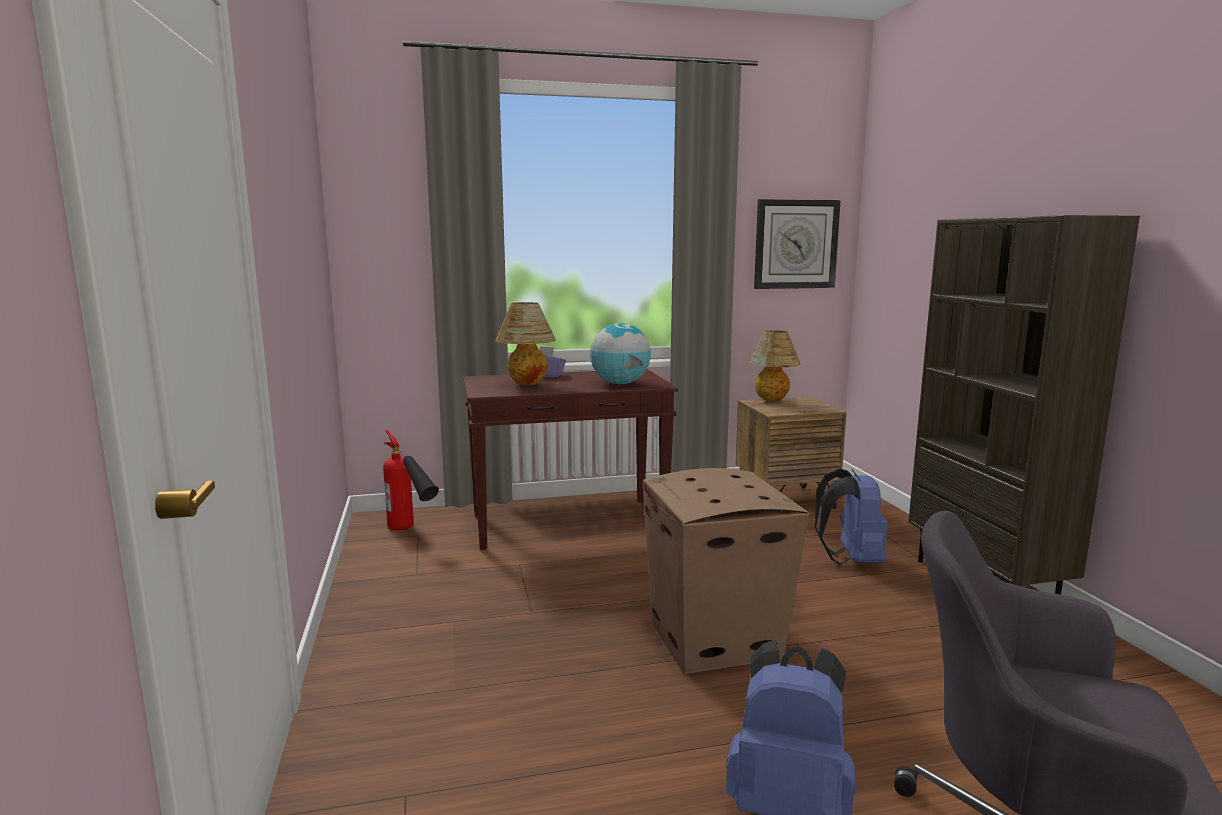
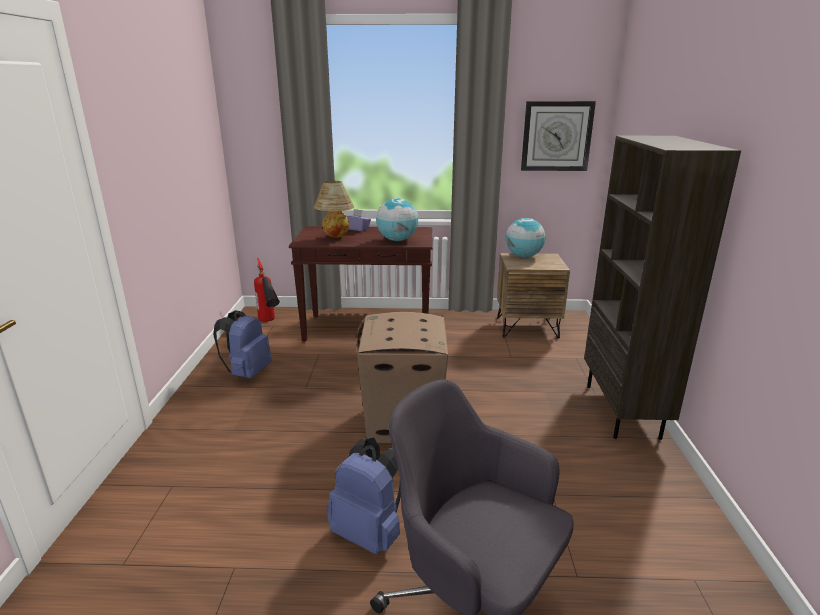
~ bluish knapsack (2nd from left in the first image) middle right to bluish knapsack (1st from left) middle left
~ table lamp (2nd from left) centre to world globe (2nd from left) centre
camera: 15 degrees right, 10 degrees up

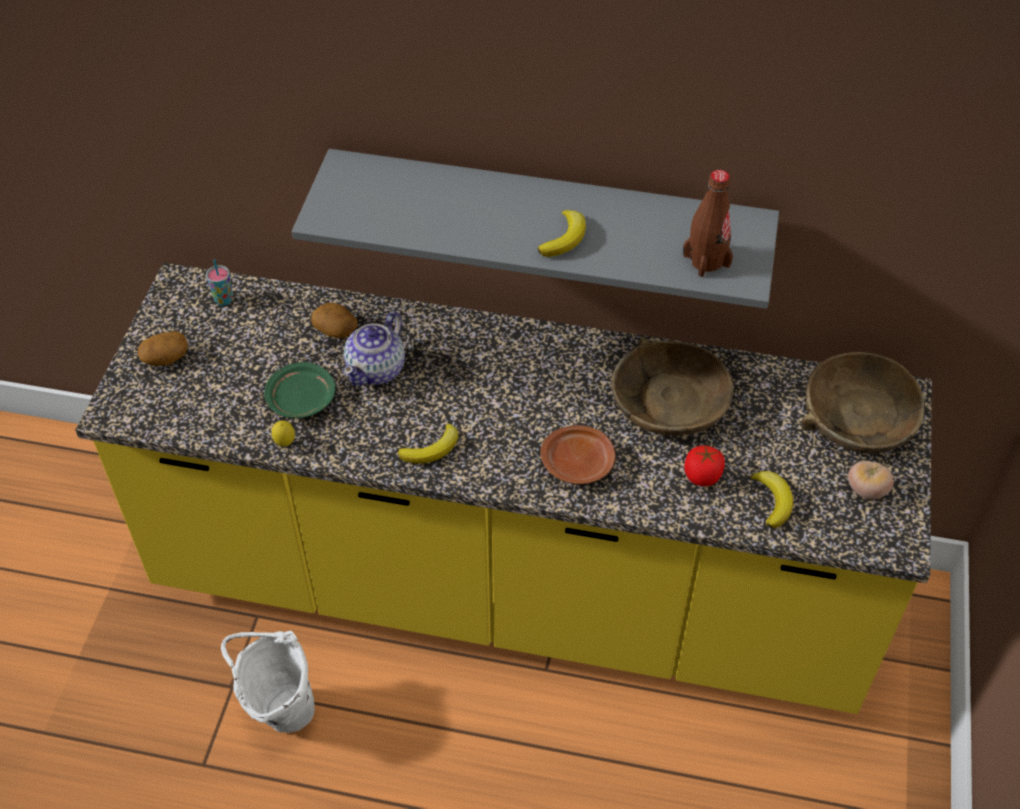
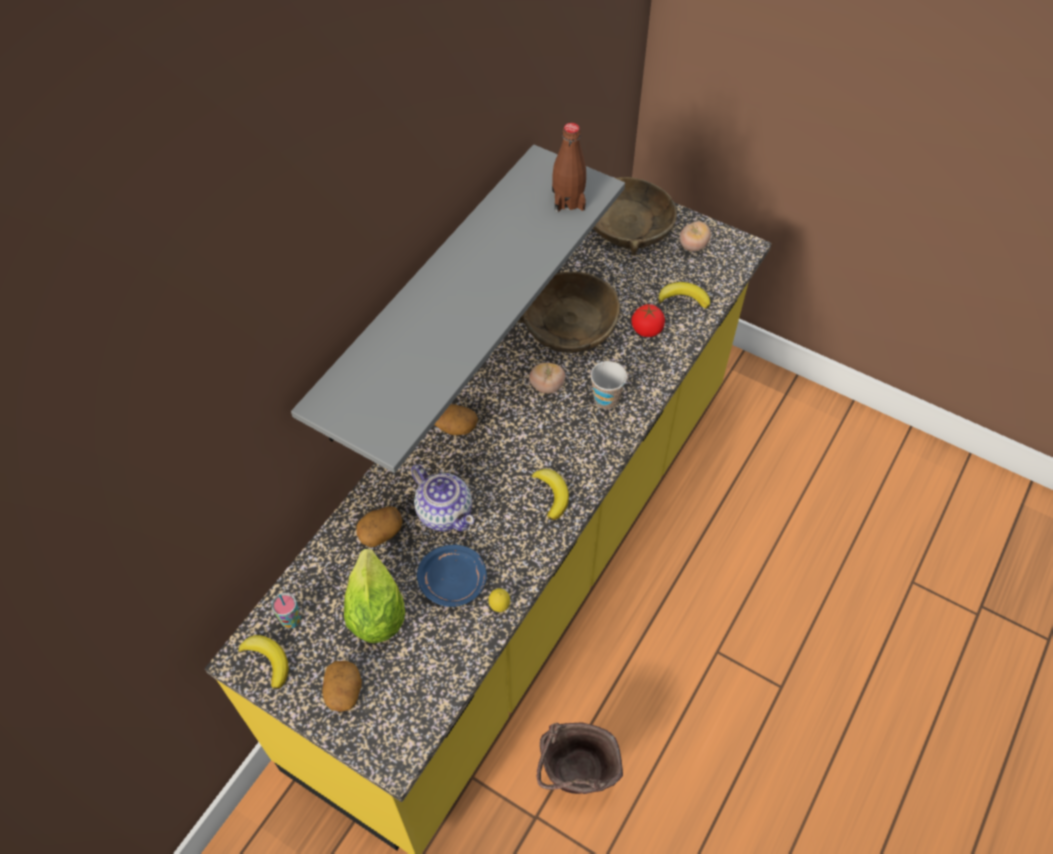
+ lettuce head bottom centre
+ spud (3rd from left) centre
+ fresh tomato (1st from left) centre
~ banana fruit (2nd from left in the first image) top centre to banana fruit (1st from left) bottom left
~ brown-coloured dinner plate centre to cup (2nd from left) centre
~ white-coloured bucket bottom left to brown-coloured bucket bottom centre
~ green-coloured dinner plate middle left to bluish dinner plate bottom centre
camera: 70 degrees left, 5 degrees up

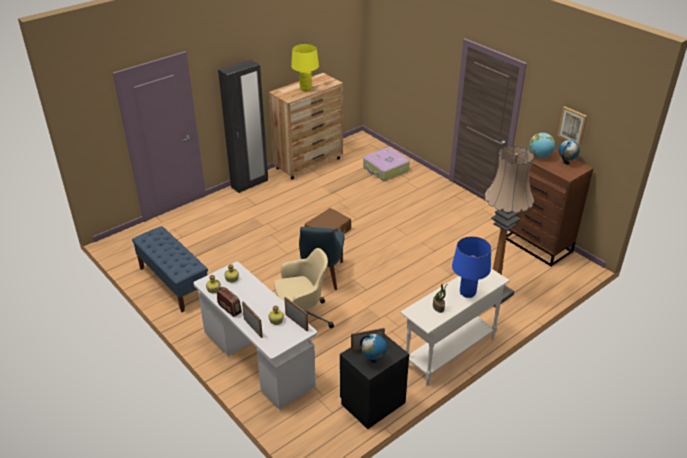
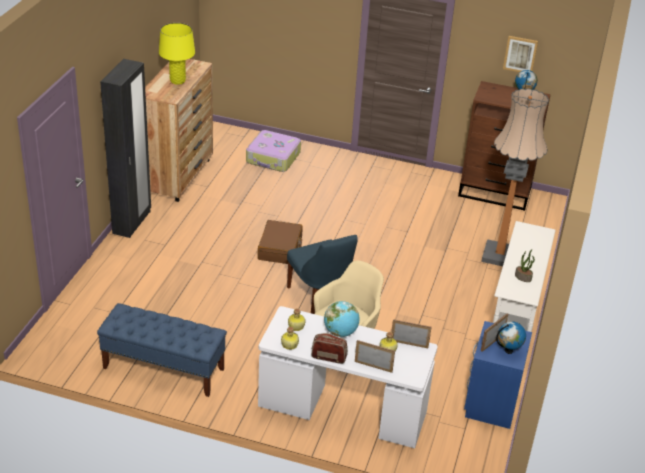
- bluish table lamp middle right
~ world globe (2nd from left in the first image) top right to world globe (1st from left) bottom centre
~ blackish nightstand bottom centre to bluish nightstand bottom right
camera: 35 degrees left, 0 degrees up

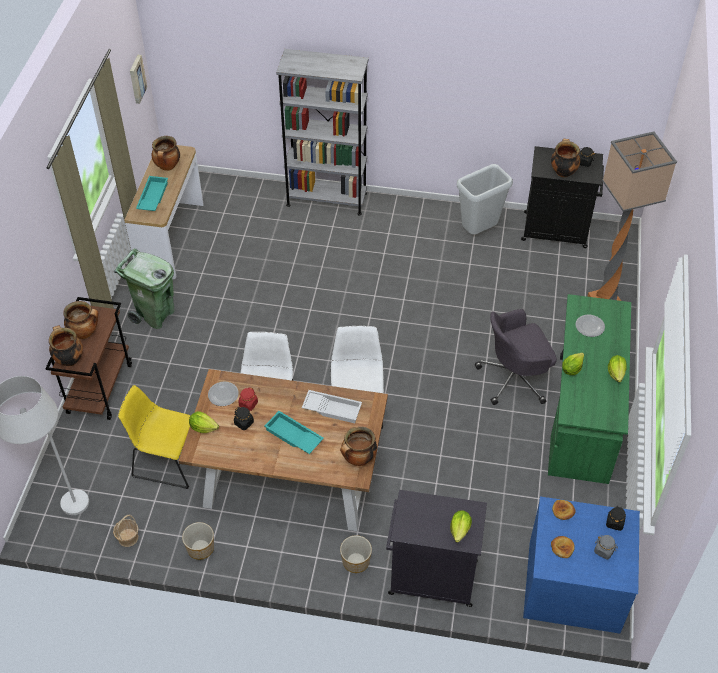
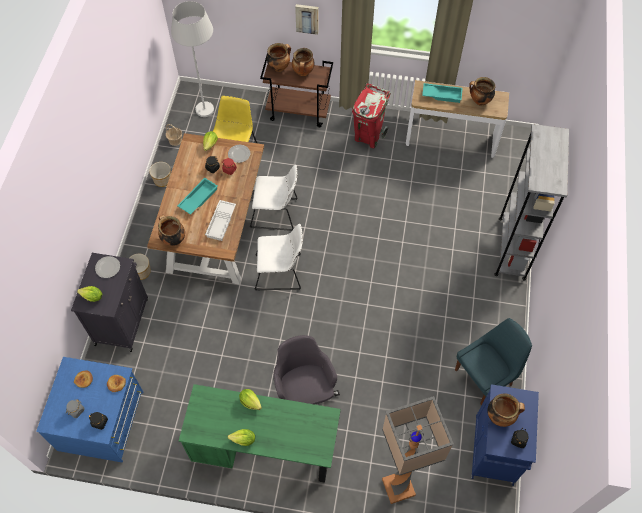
~ wall picture top left to top centre
~ dinner plate (2nd from left in the first image) middle right to dinner plate (1st from left) middle left
~ greyish waste bin top right to bluish chair bottom right
~ green-coloured waste bin middle left to red waste bin top centre
~ blackish cabinet (2nd from left) top right to bluish cabinet bottom right
camera: 90 degrees right, 10 degrees up

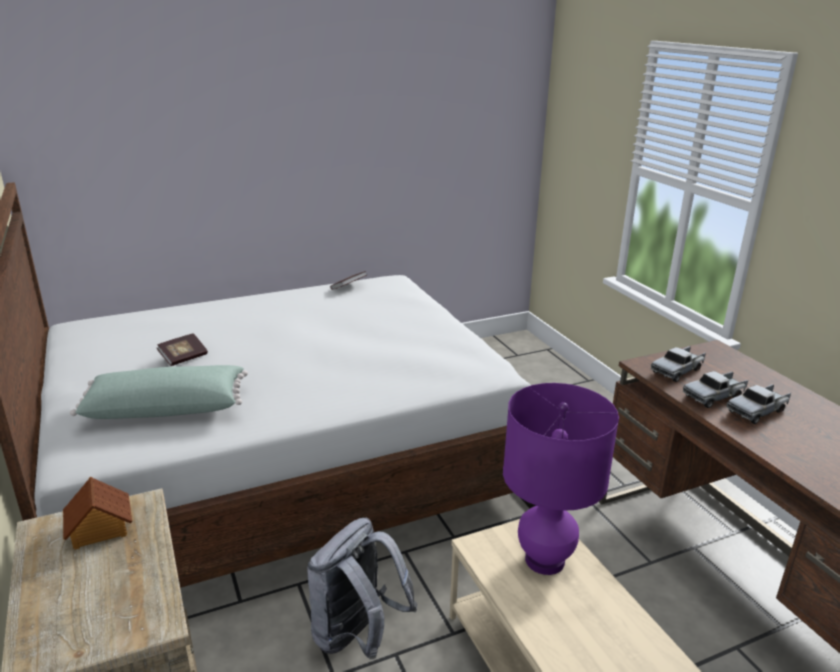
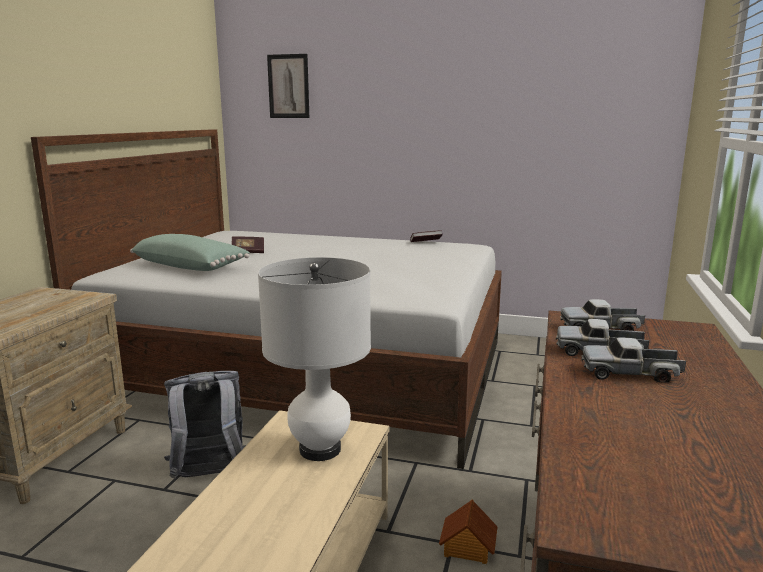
+ wall picture top centre
~ model house bottom left to bottom centre
~ purple table lamp bottom right to white-coloured table lamp centre
camera: 40 degrees right, 10 degrees down

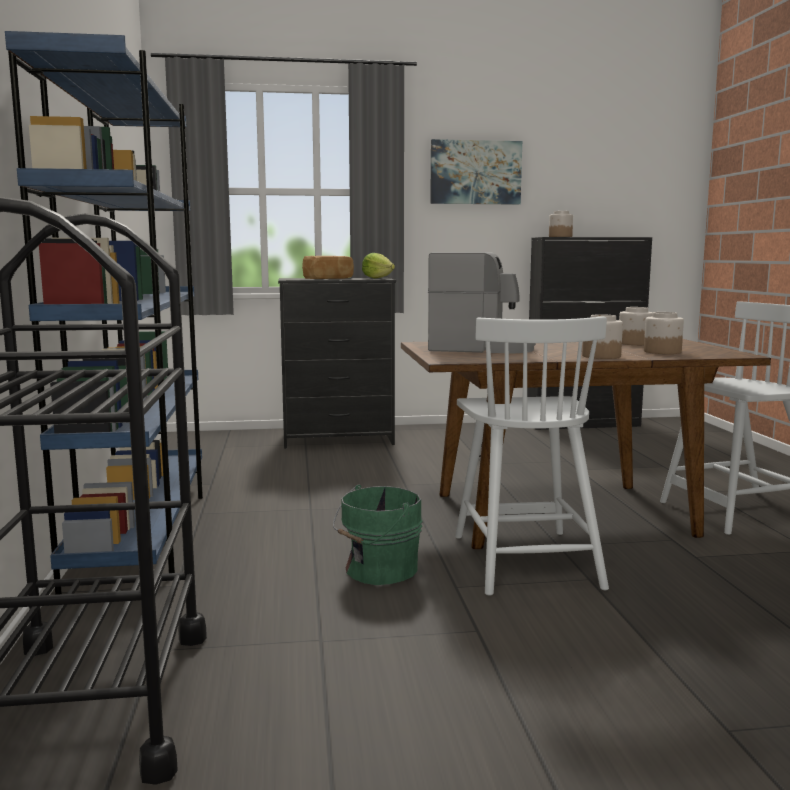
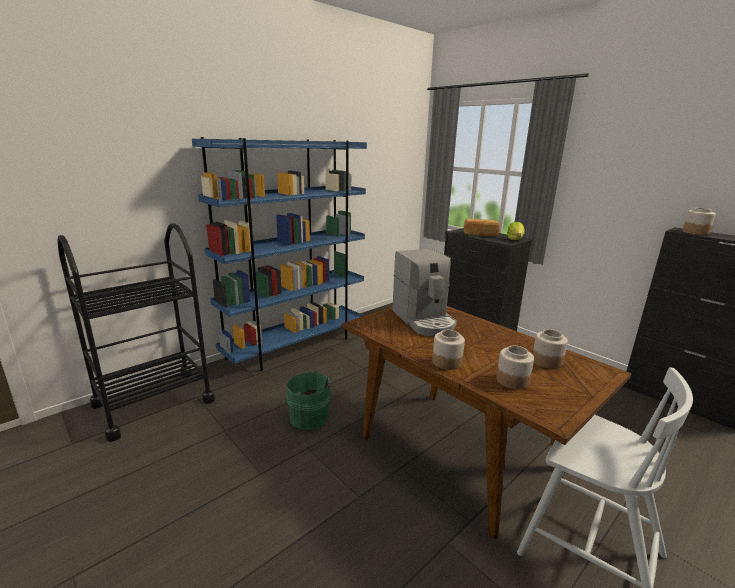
- wall picture top centre
- white-coloured chair (1st from left) middle right
camera: 55 degrees right, 10 degrees up

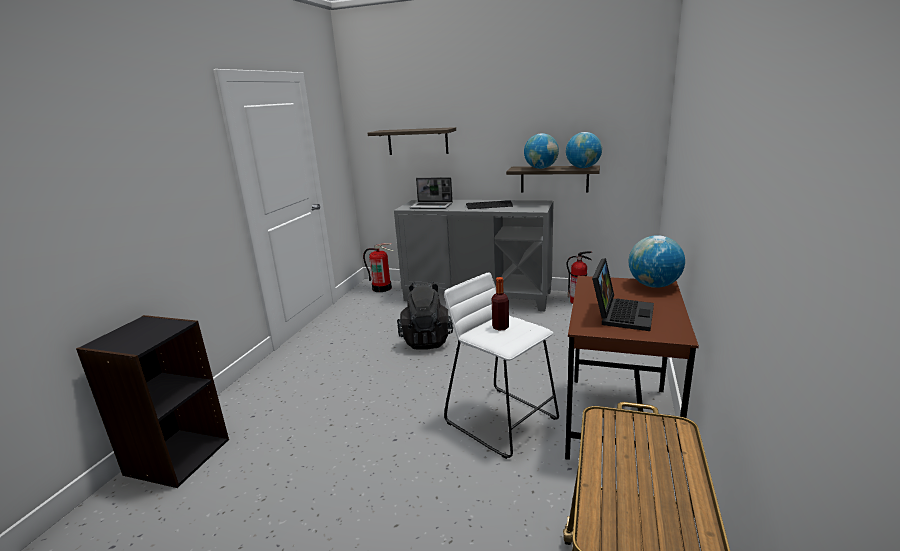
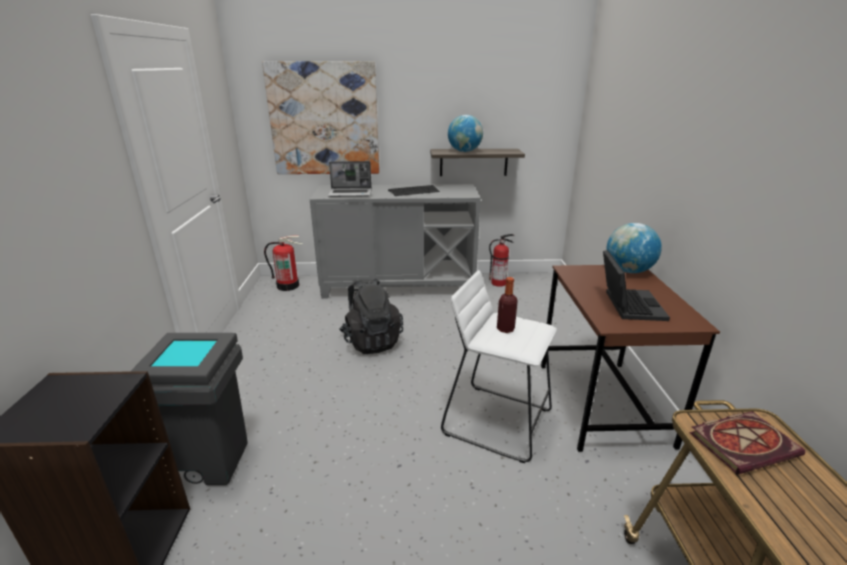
- world globe (2nd from left) top centre
+ greyish waste bin bottom left
+ book bottom right
~ bracket shelf (1st from left) top centre to wall picture top centre
camera: 20 degrees left, 5 degrees up

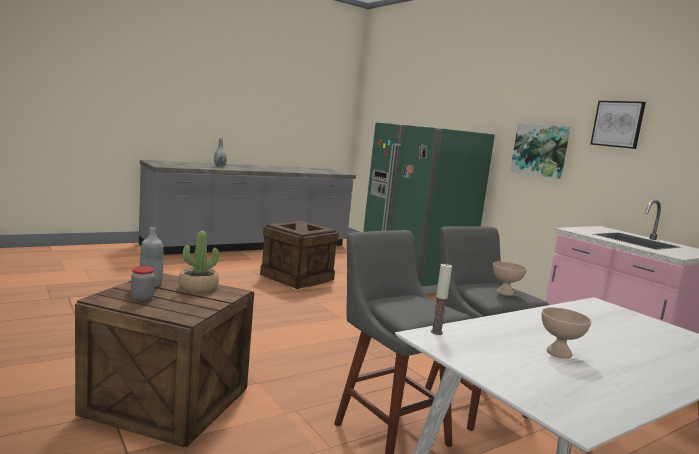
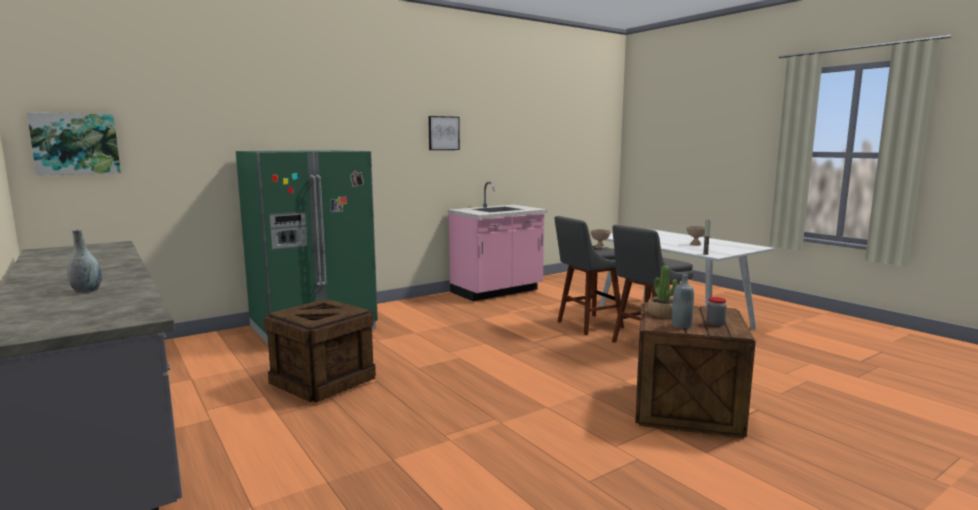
~ wall picture (1st from left) top right to top left
camera: 90 degrees left, 0 degrees up

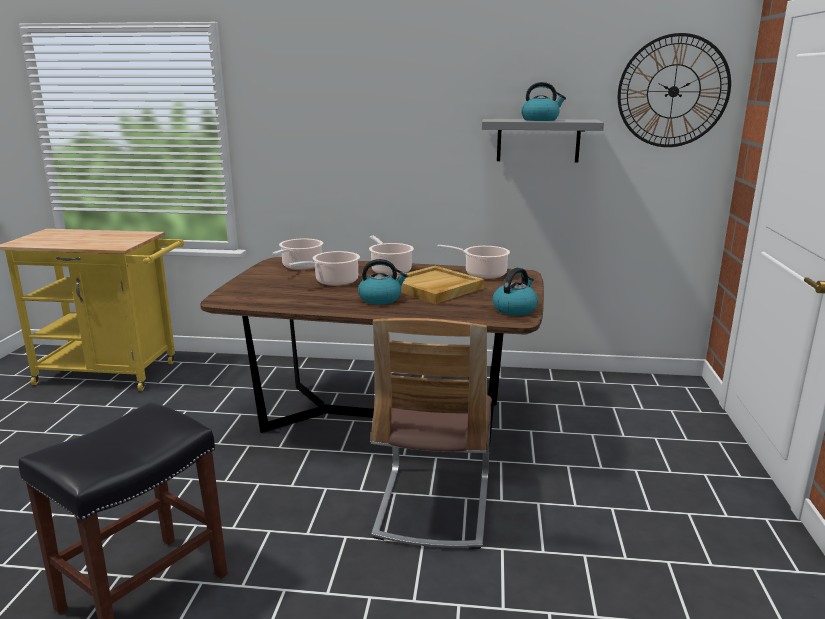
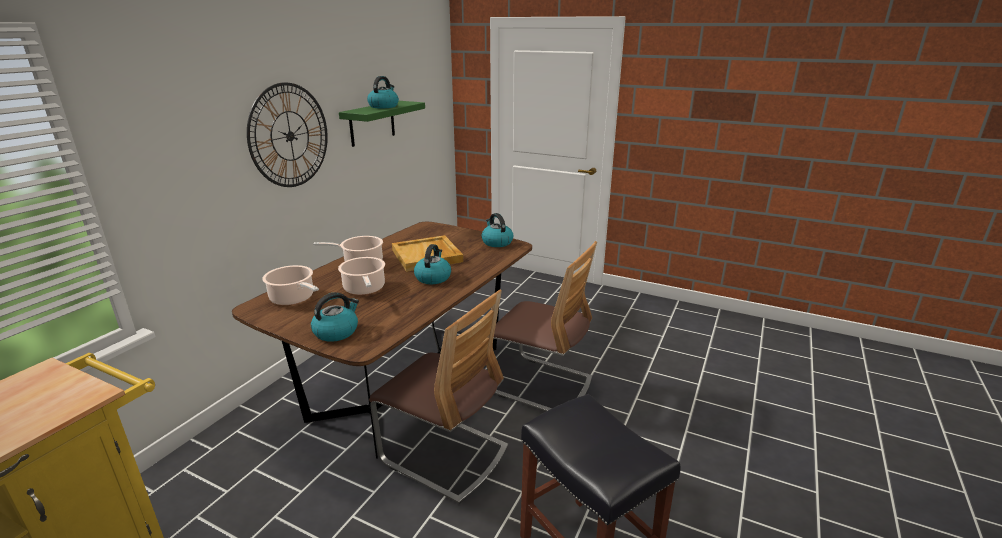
- cooking pot (4th from left) centre
+ water kettle (1st from left) centre
+ chair (1st from left) bottom centre
~ wall clock top right to top left
~ greyish bracket shelf top centre to green-coloured bracket shelf top centre
camera: 70 degrees left, 5 degrees up

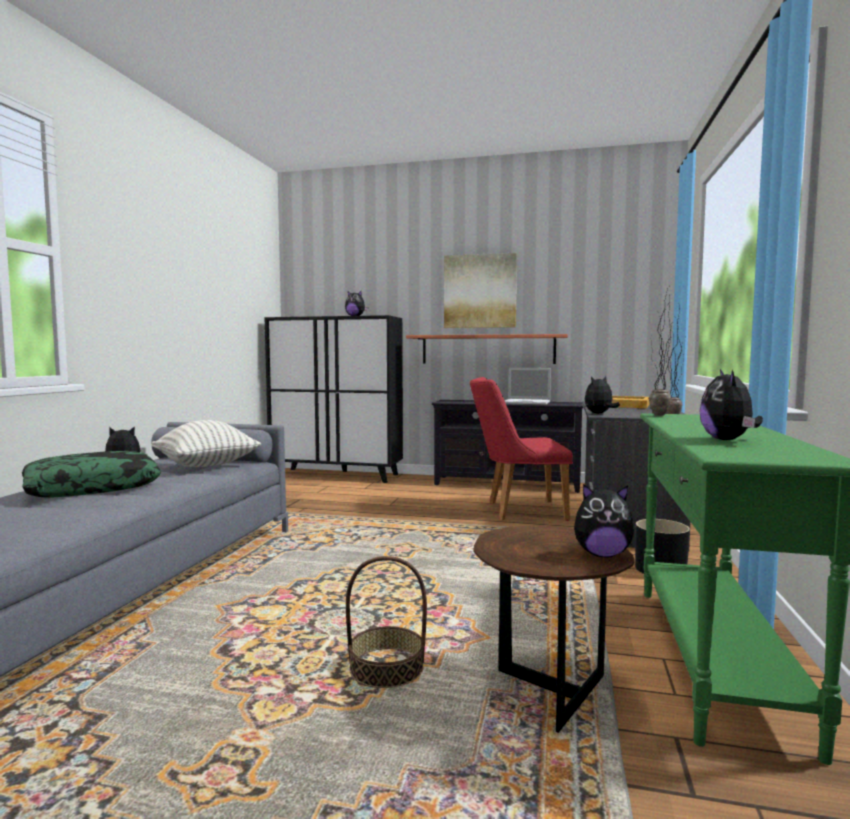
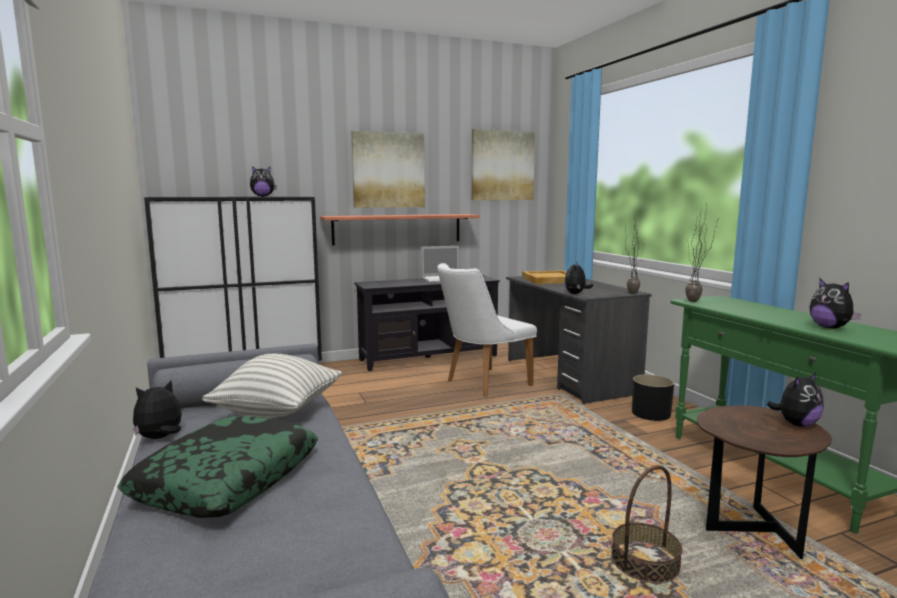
+ wall picture (2nd from left) top centre
~ red chair centre to white-coloured chair centre
camera: 35 degrees left, 5 degrees up

